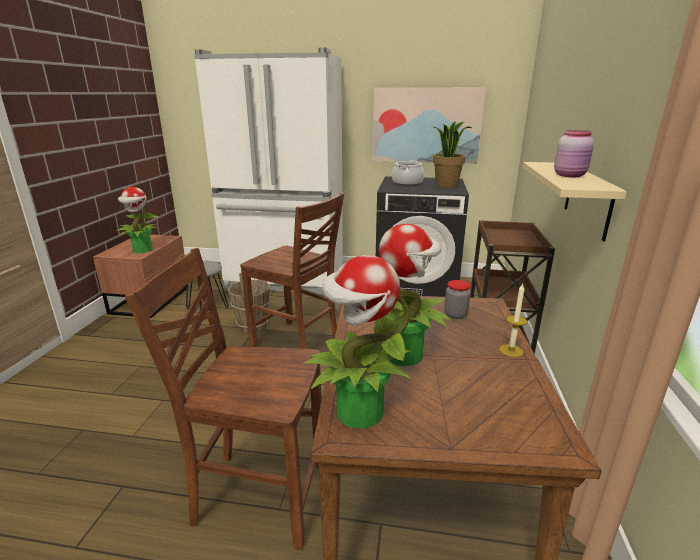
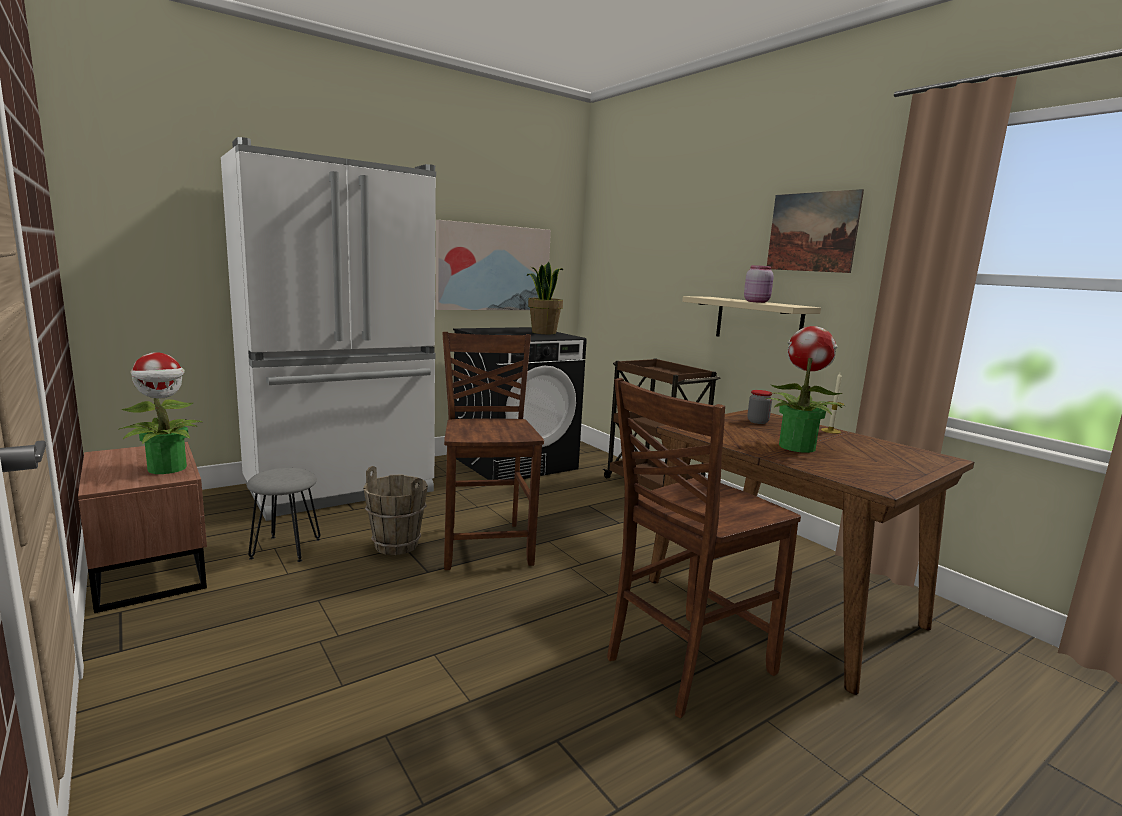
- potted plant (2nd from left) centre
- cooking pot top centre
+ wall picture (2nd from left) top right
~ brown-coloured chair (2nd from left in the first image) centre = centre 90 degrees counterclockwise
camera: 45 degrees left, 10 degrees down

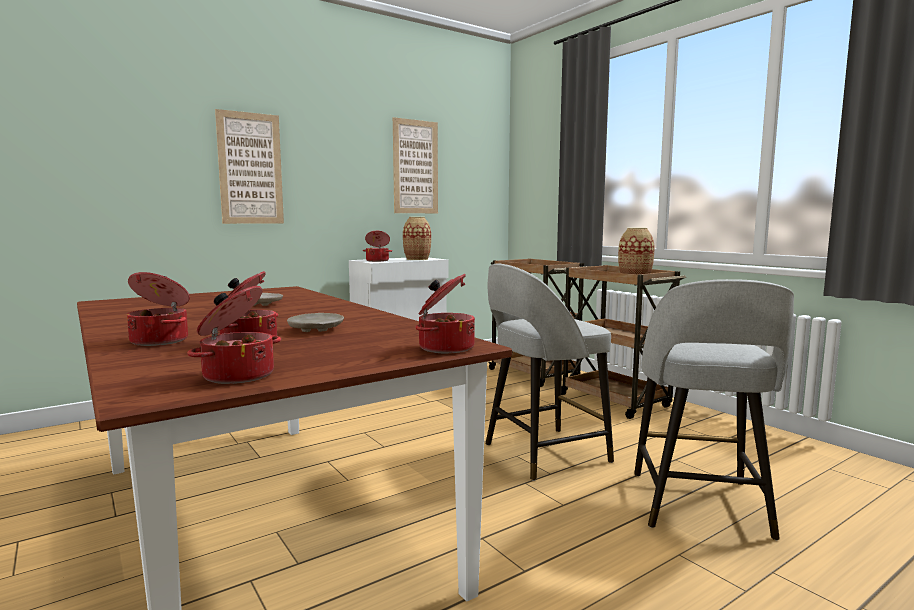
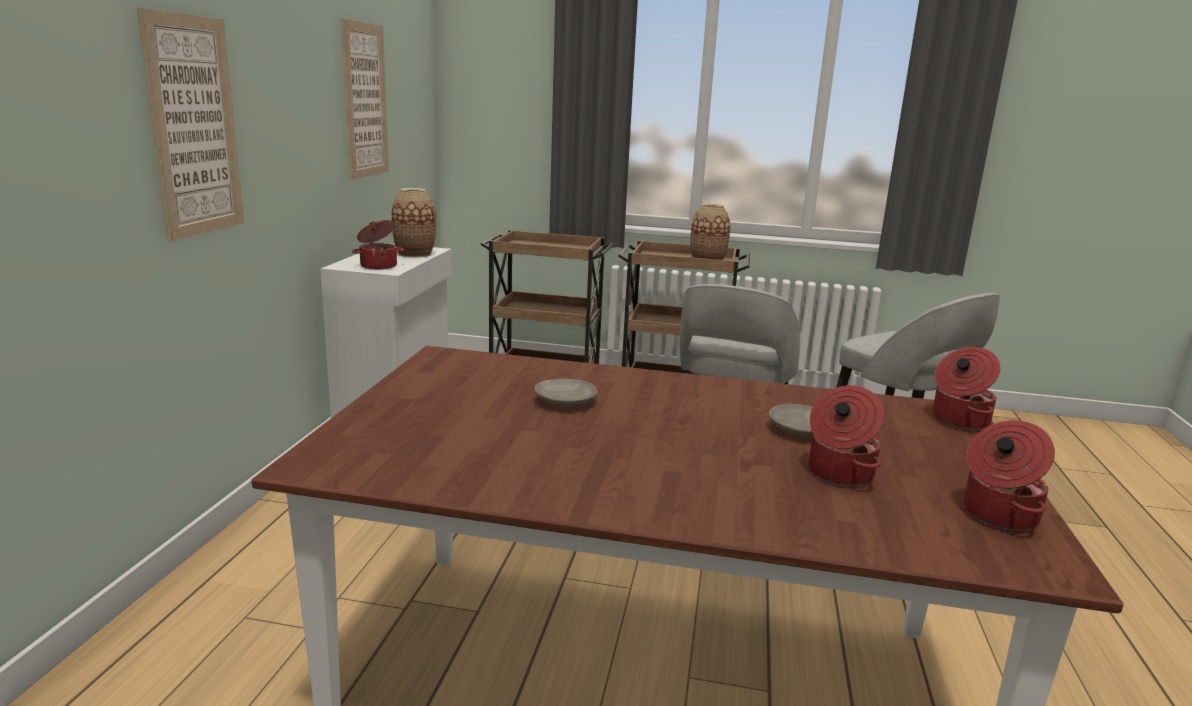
- cooking pot (1st from left) middle left
camera: 45 degrees left, 10 degrees up

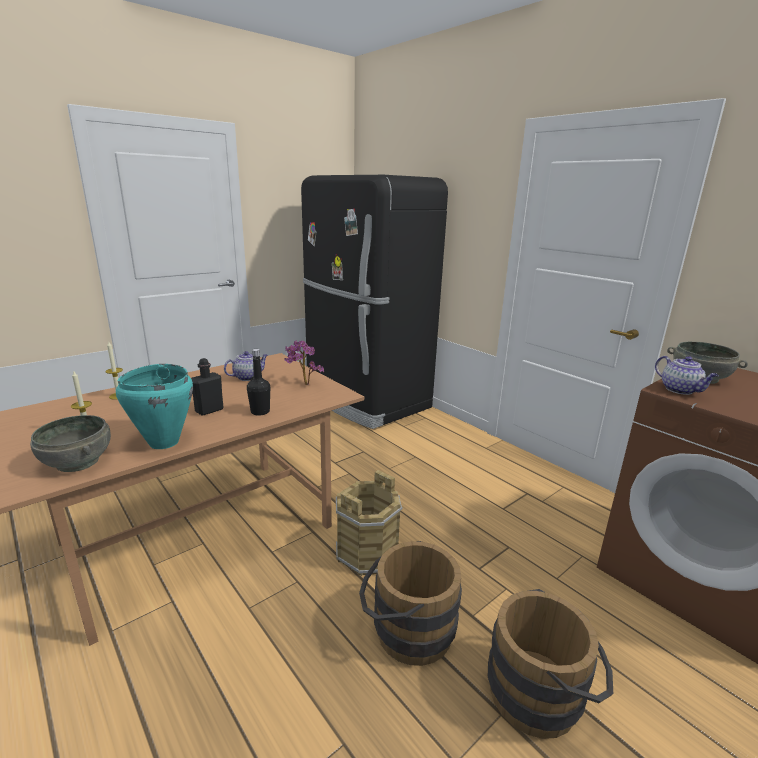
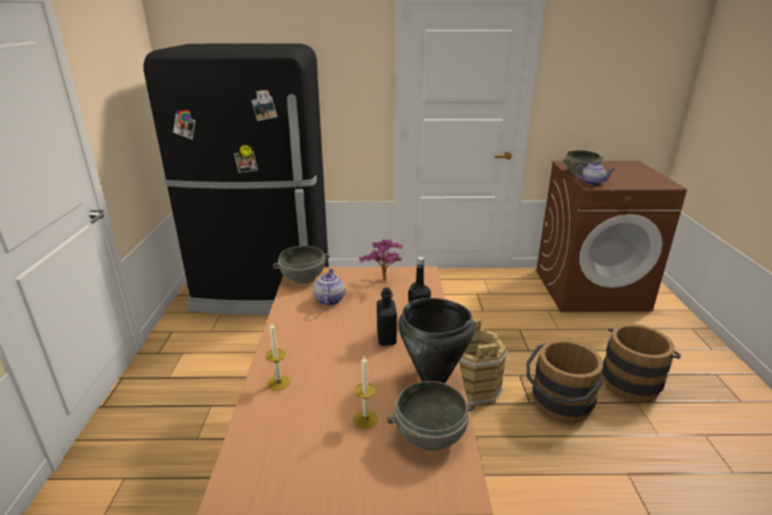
+ greyish bowl (1st from left) centre
~ blue-green cooking pot middle left to blackish cooking pot centre
camera: 50 degrees left, 5 degrees up

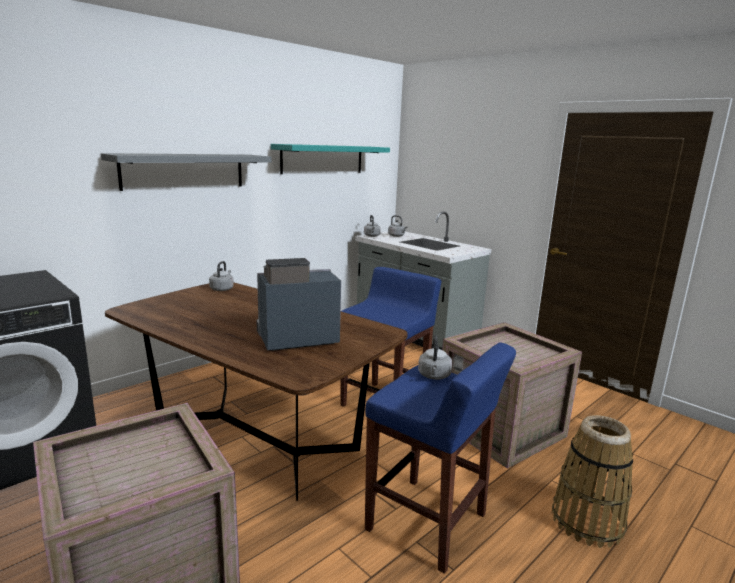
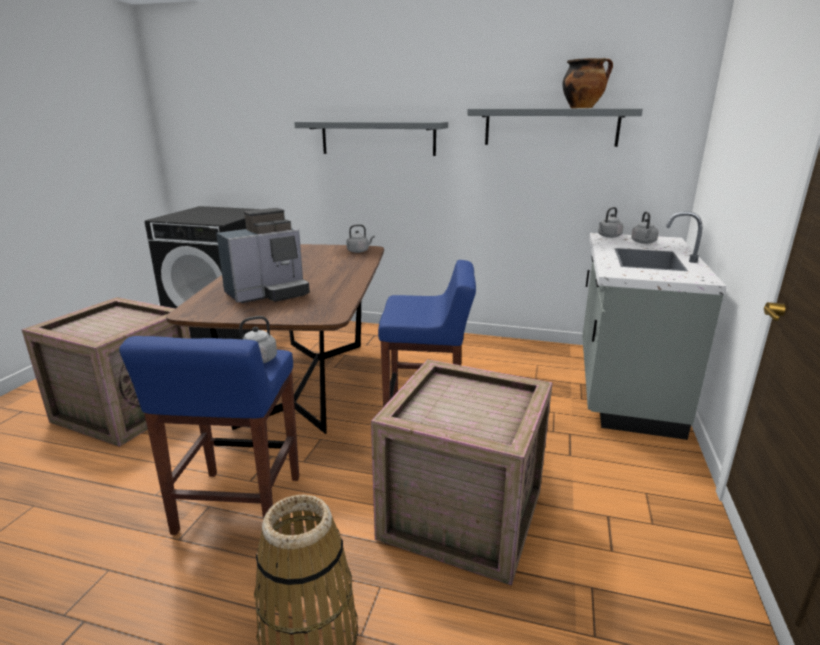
+ cooking pot top right
~ blue-green bracket shelf top centre to greyish bracket shelf (2nd from left) top right
~ coffee brewer centre = middle left 105 degrees clockwise
camera: 60 degrees right, 5 degrees up

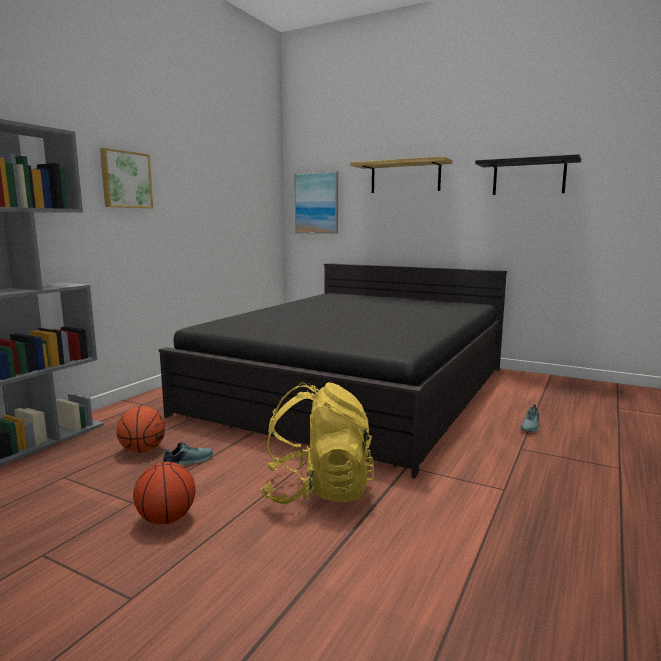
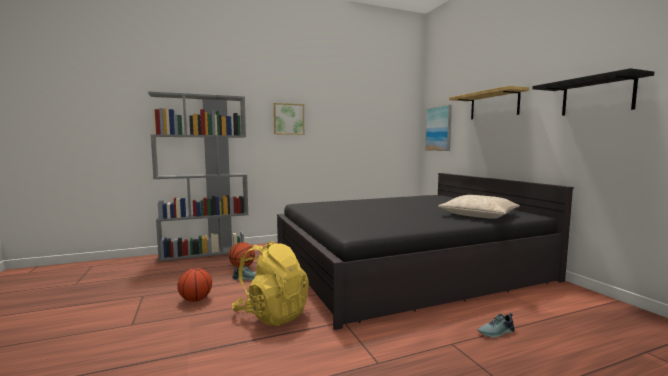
+ sand-coloured cushion middle right
camera: 40 degrees right, 5 degrees down

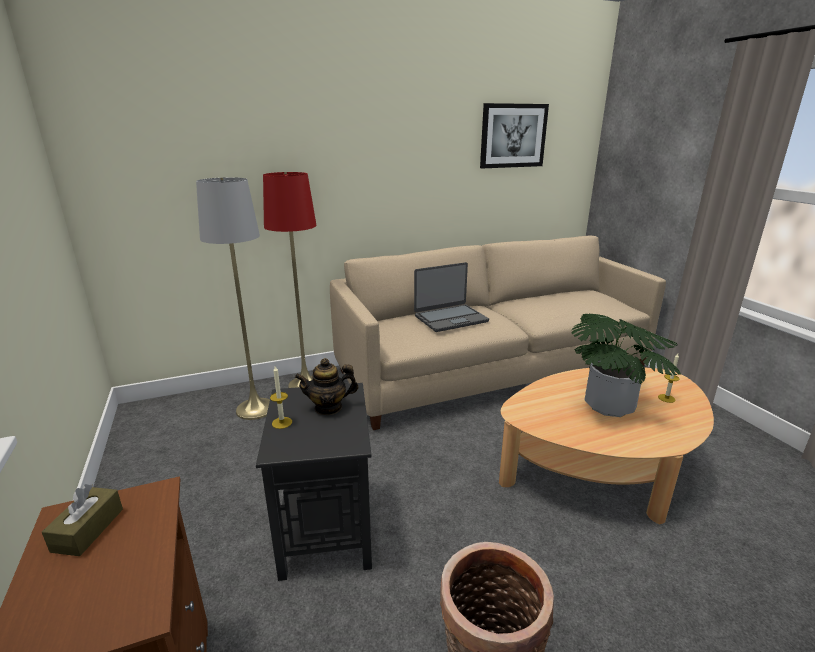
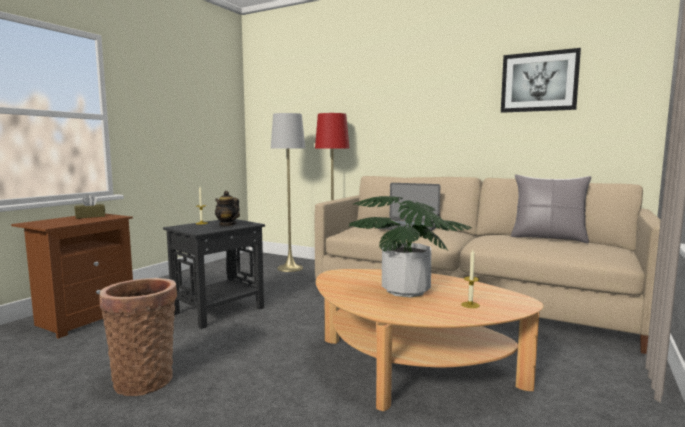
+ greyish cushion middle right
camera: 50 degrees right, 15 degrees down

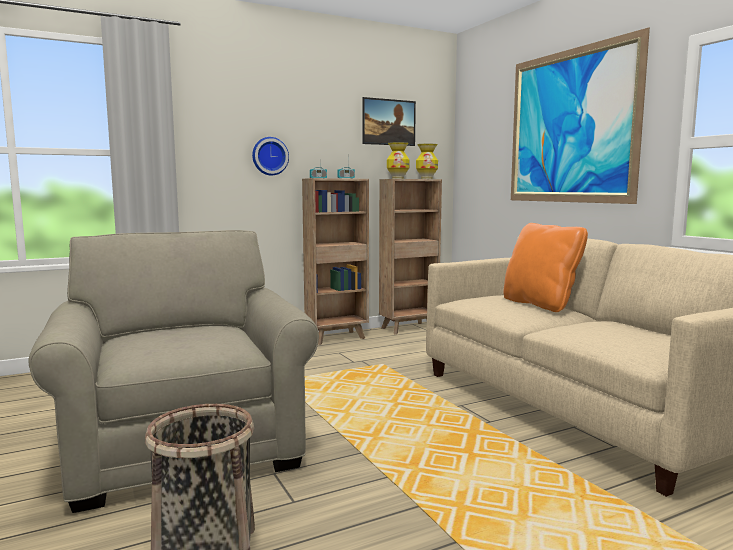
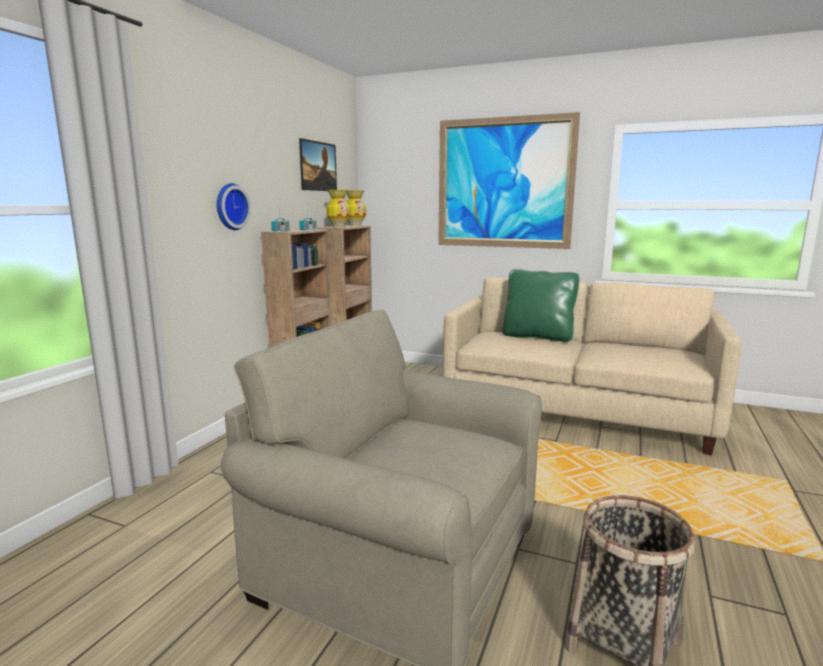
~ orange cushion middle right to green-coloured cushion centre
camera: 40 degrees left, 5 degrees up

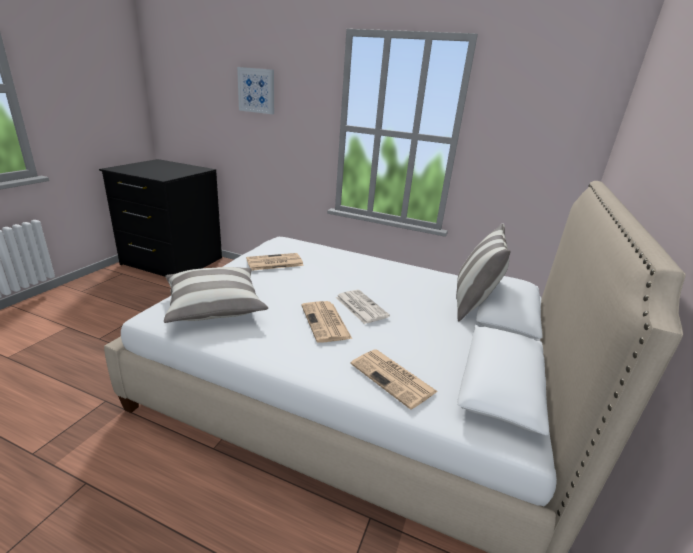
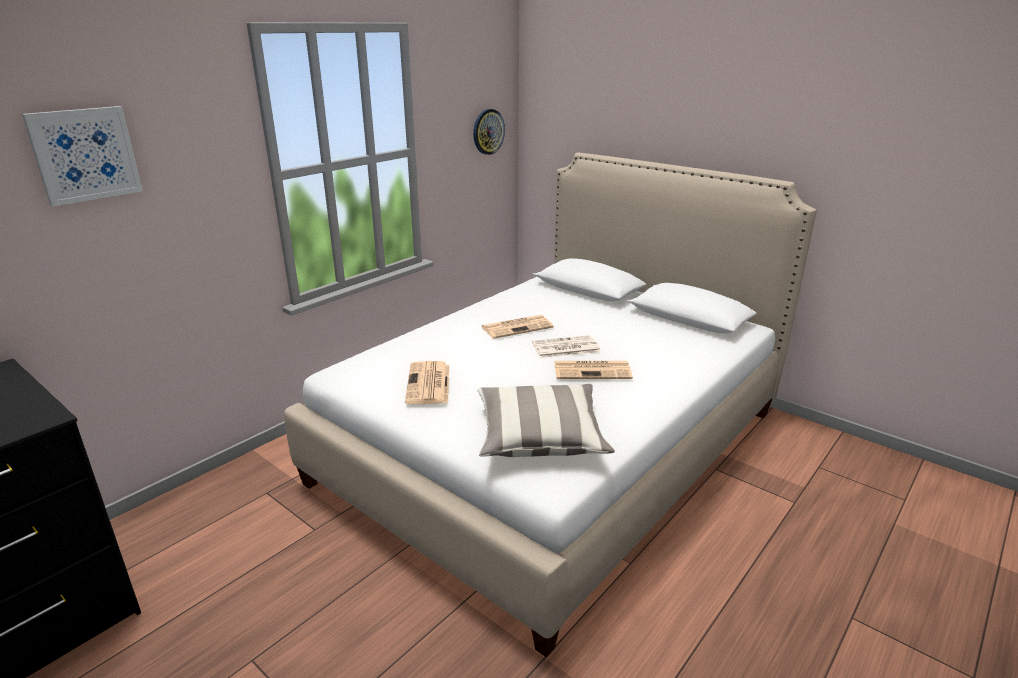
- cushion (2nd from left) middle right
+ wall clock top centre
~ printed paper (4th from left in the first image) bottom centre to printed paper (2nd from left) centre
camera: 70 degrees left, 0 degrees up

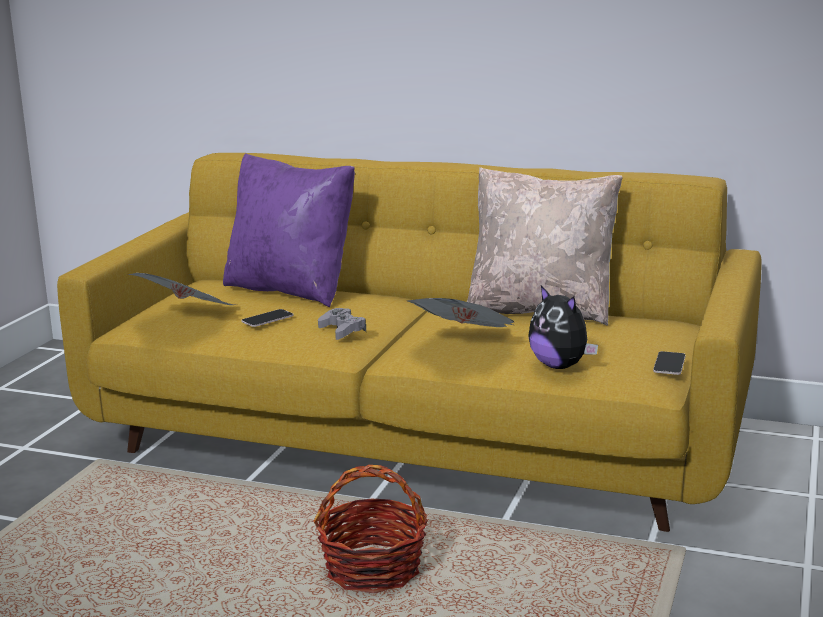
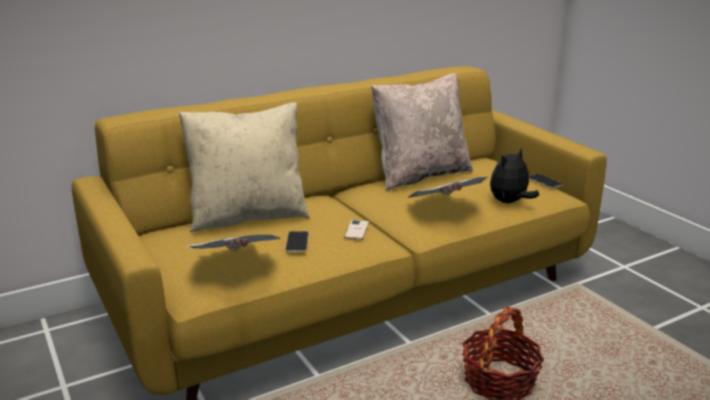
~ greyish gamepad centre to phone (2nd from left) centre
~ purple cushion centre to sand-coloured cushion (1st from left) centre
~ soft toy middle right = middle right 135 degrees clockwise
camera: 50 degrees left, 5 degrees up

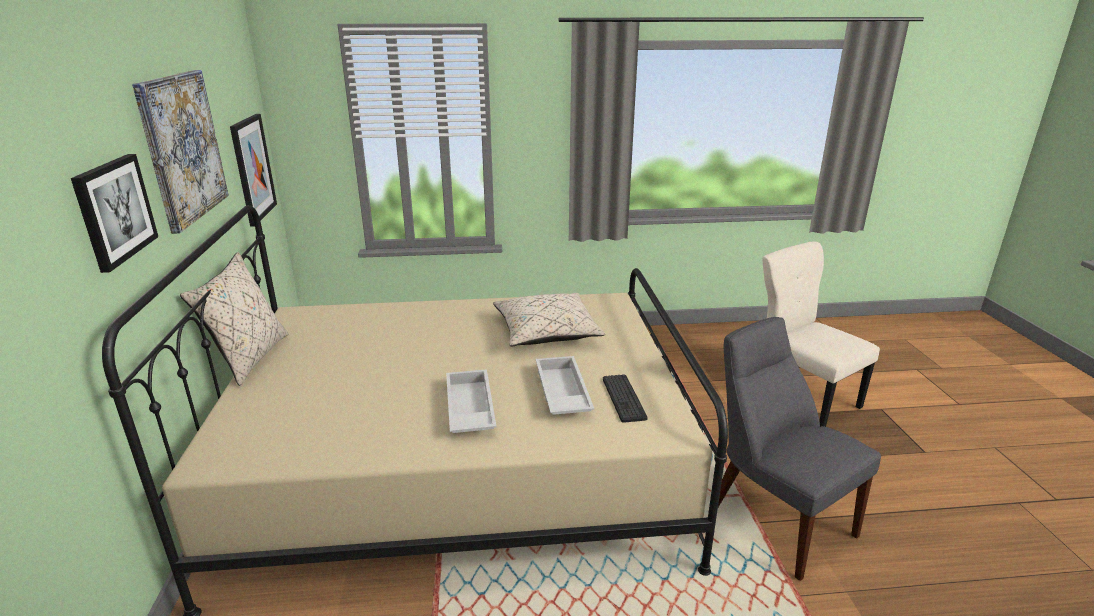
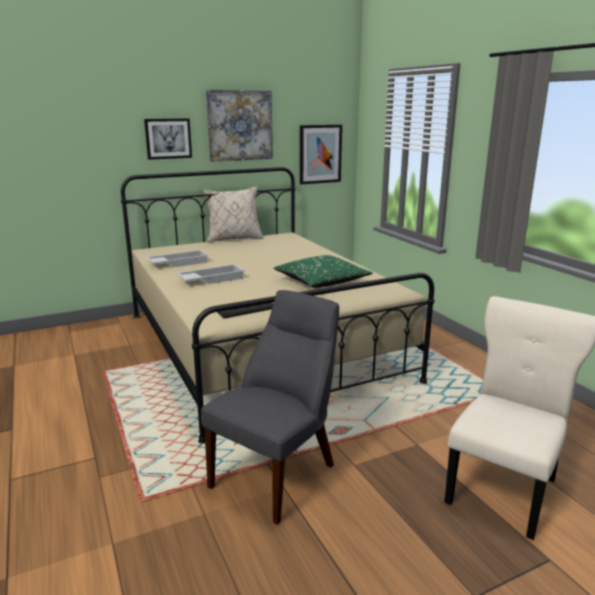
~ white-coloured serving tray (2nd from left in the first image) centre to white-coloured serving tray (1st from left) middle left
~ sand-coloured cushion (2nd from left) centre to green-coloured cushion centre
camera: 70 degrees right, 5 degrees down

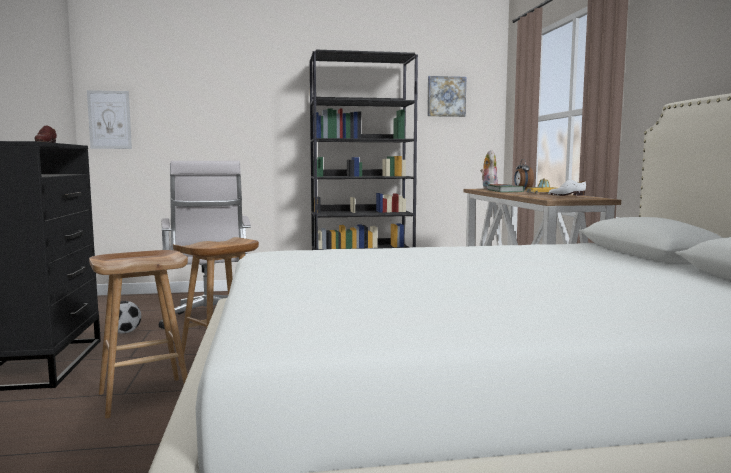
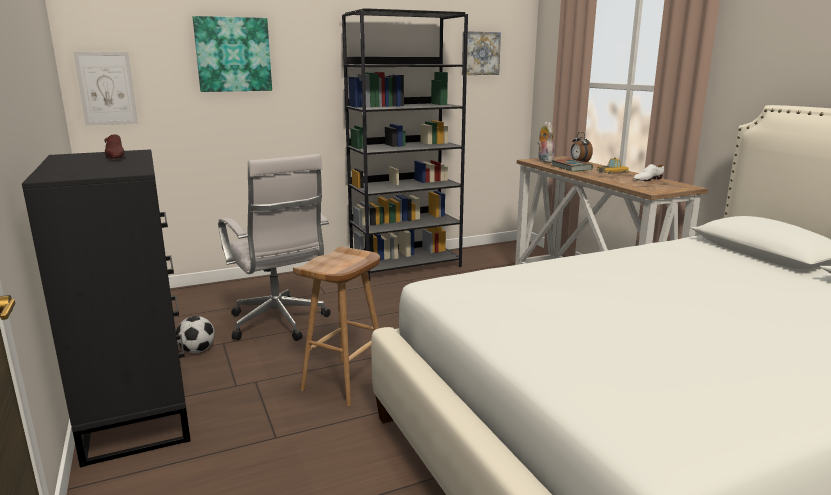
- brown-coloured sitting stool (1st from left) bottom left
+ wall picture (2nd from left) top left
camera: 15 degrees left, 10 degrees up

